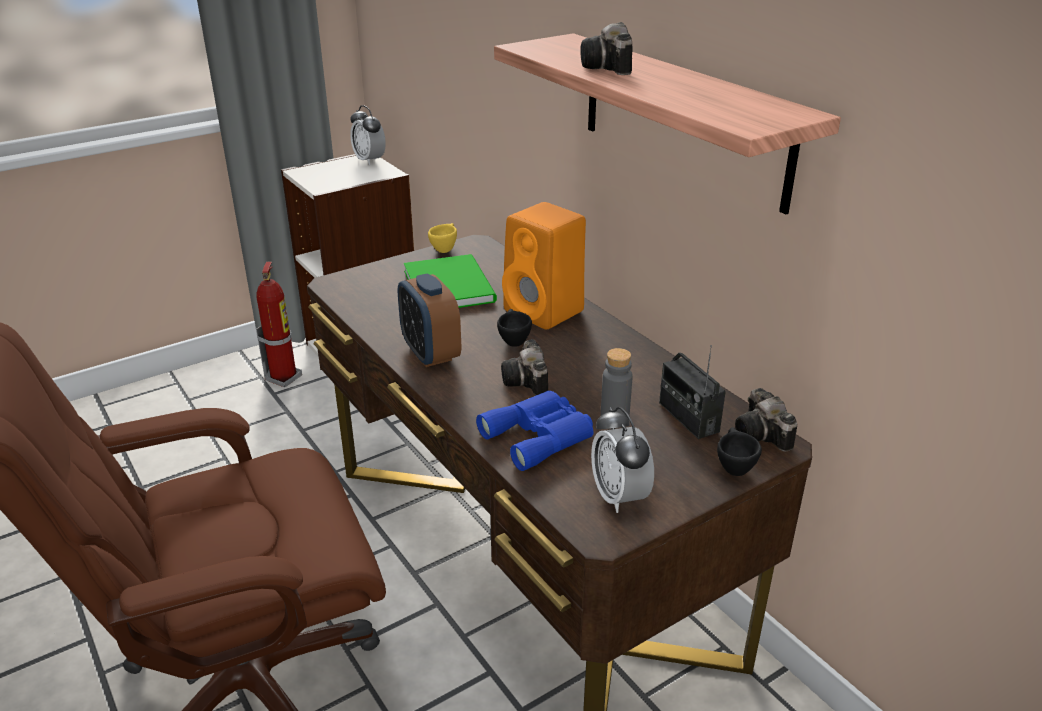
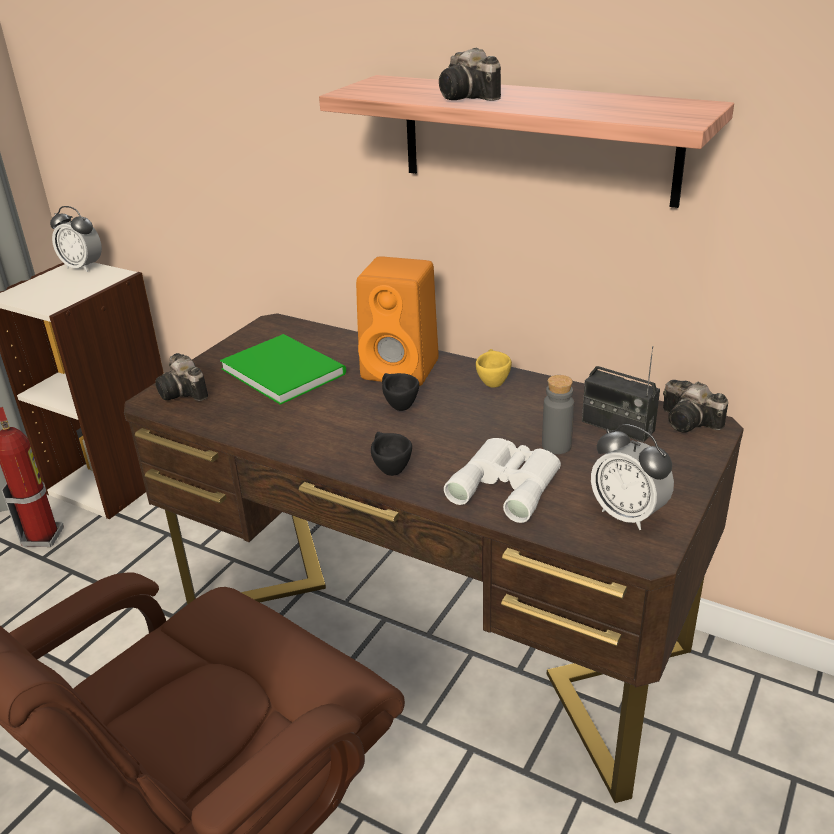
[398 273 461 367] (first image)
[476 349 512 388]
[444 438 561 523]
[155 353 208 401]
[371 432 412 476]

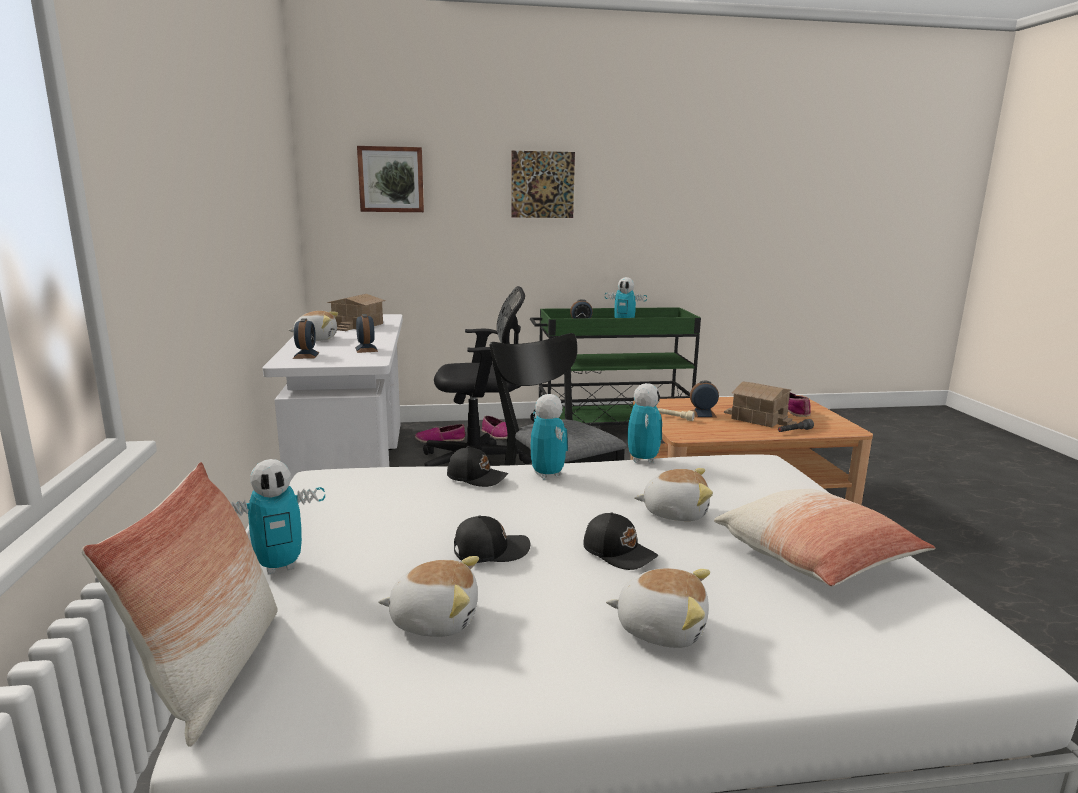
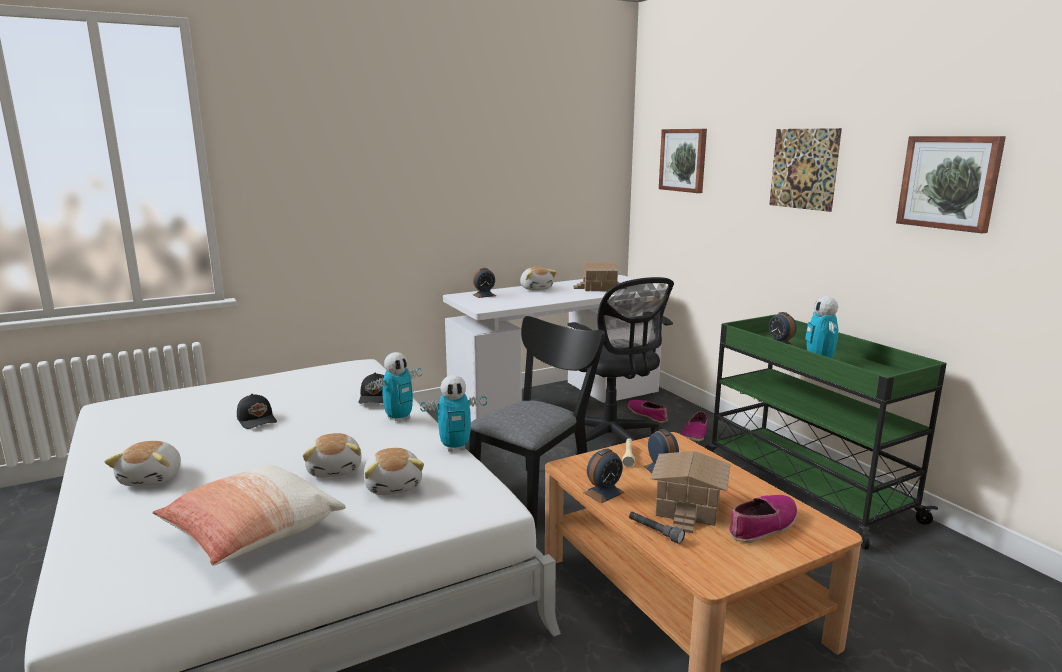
[81 462 278 747] (first image)
[231 459 325 575] (first image)
[583 449 625 503]
[363 448 424 495]
[583 513 658 570] (first image)
[896 136 1006 234]

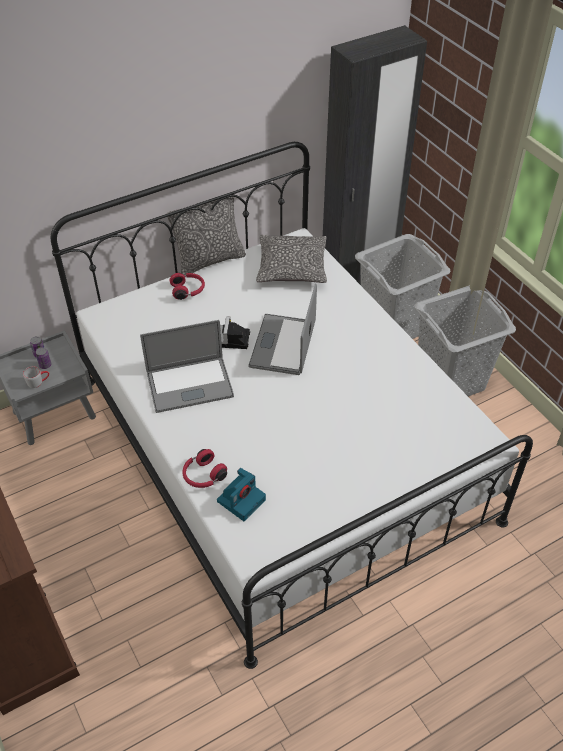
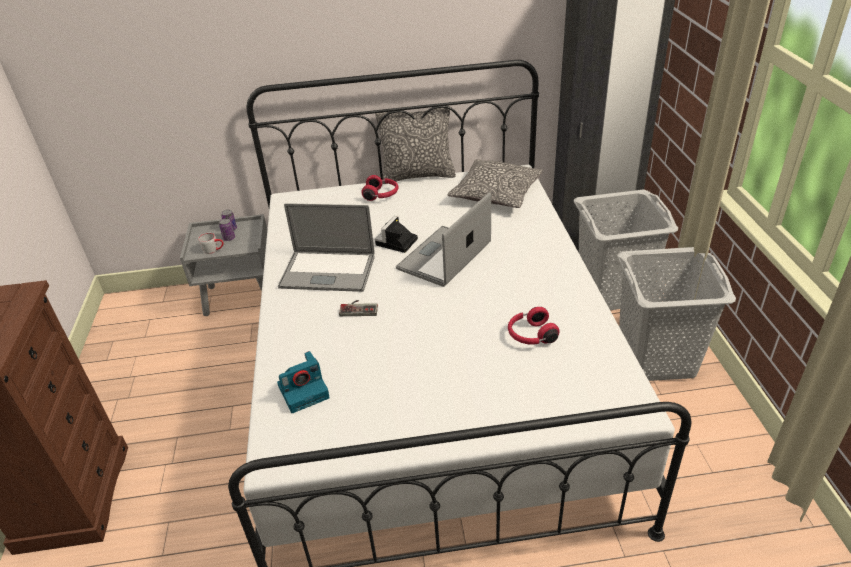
[508 307 560 345]
[339 300 378 316]

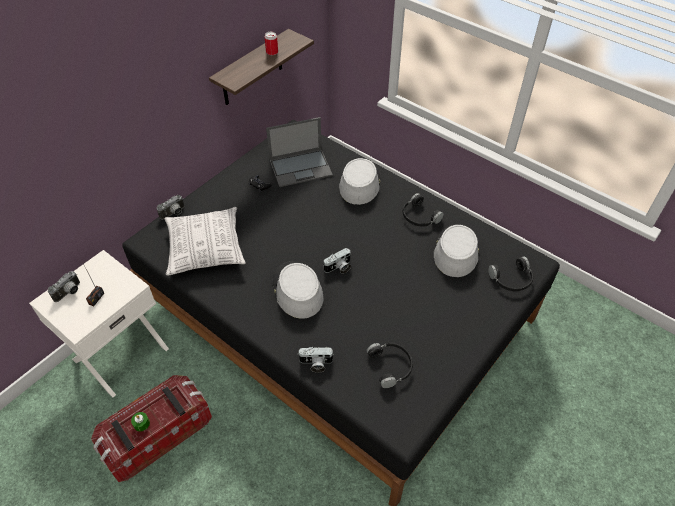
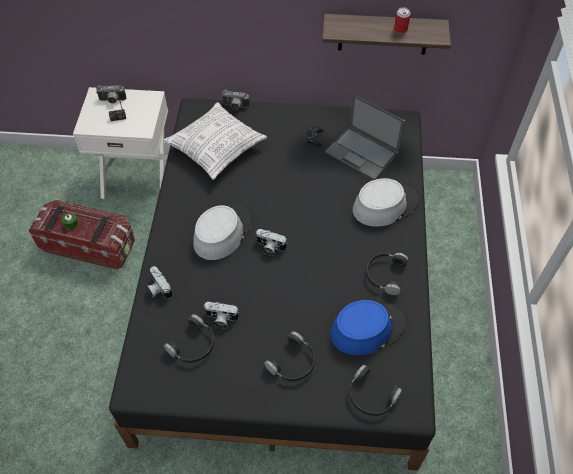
[330 300 405 355]
[204 302 239 329]
[264 331 315 381]

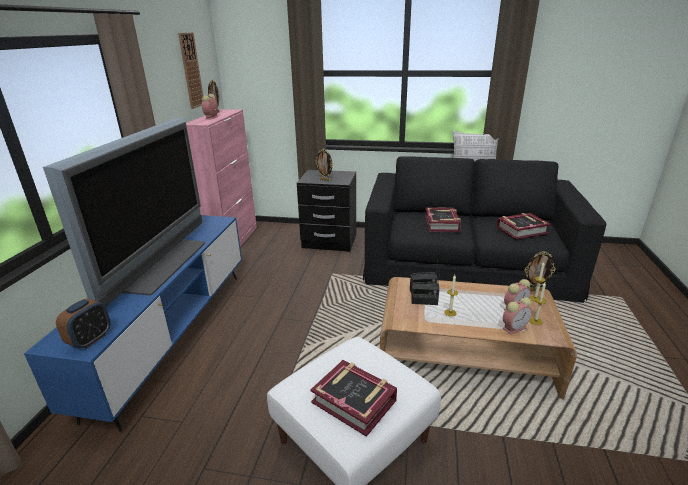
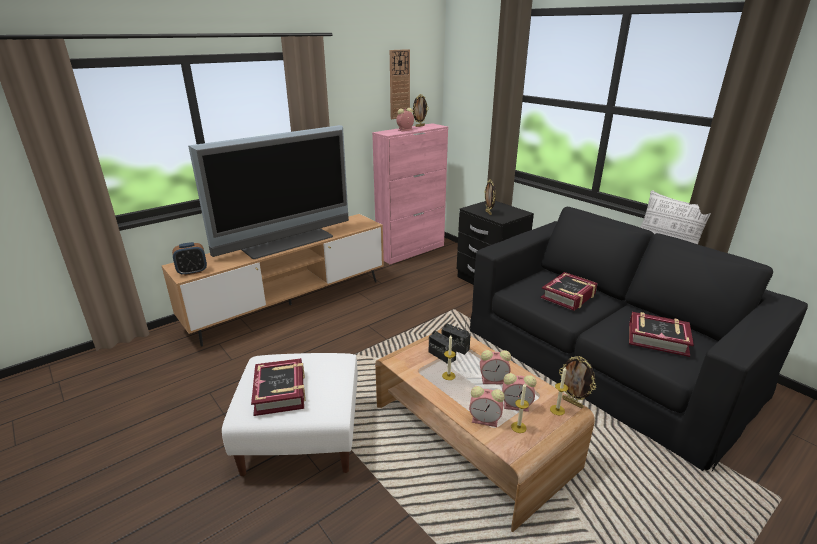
[162 214 384 346]
[480 350 511 384]

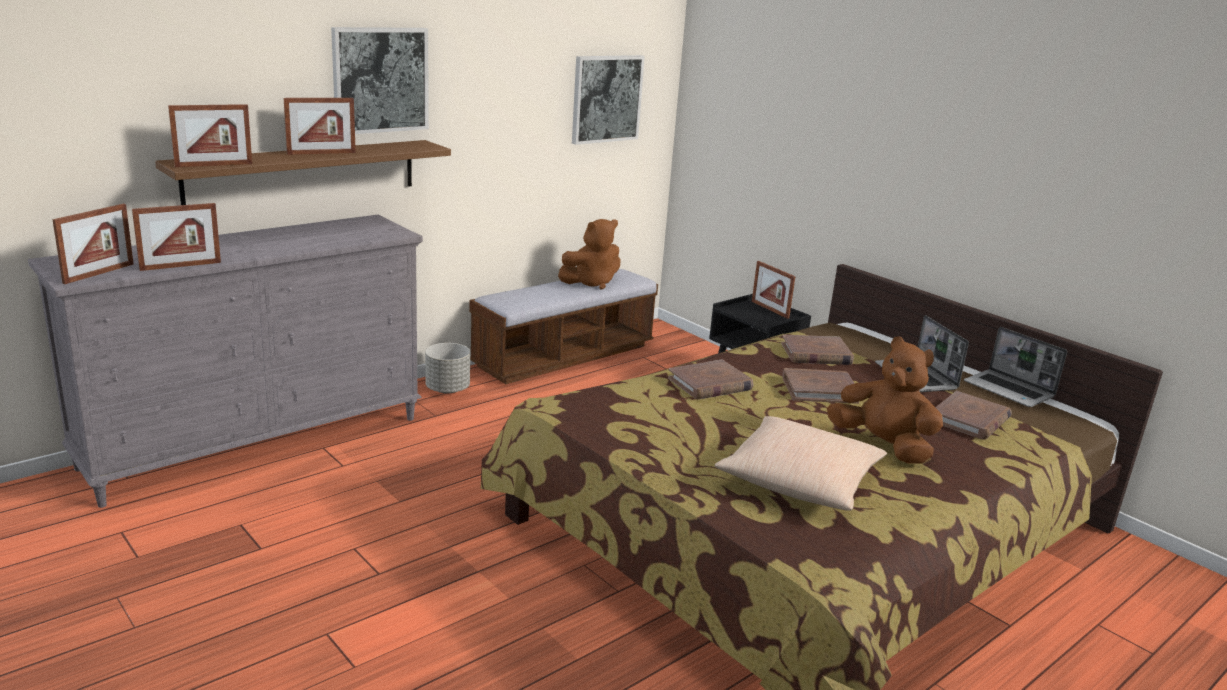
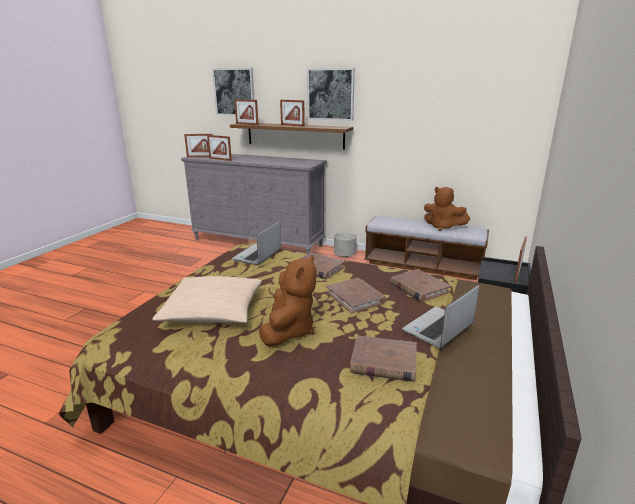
[212 68 255 116]
[232 221 281 265]

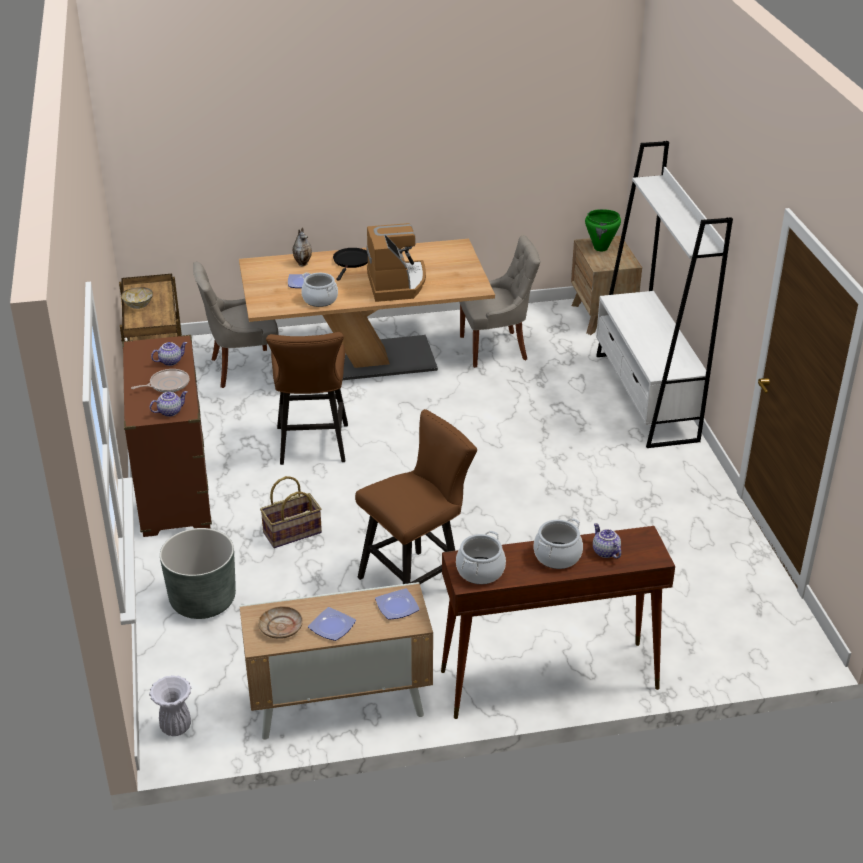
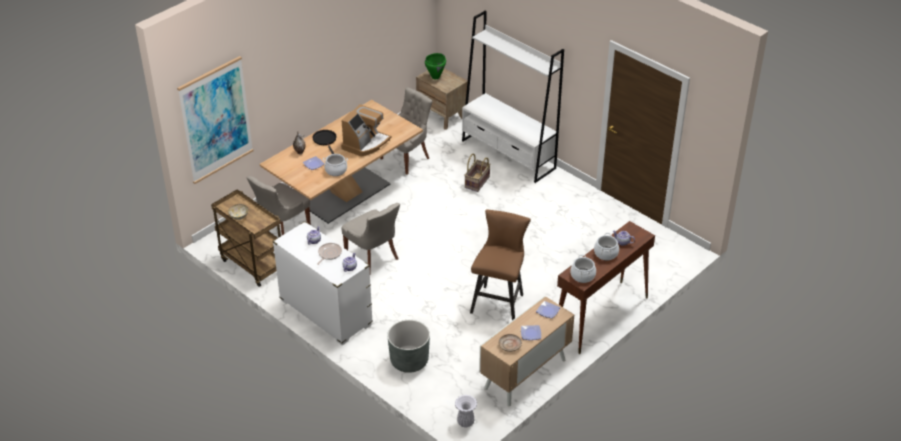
[273 221 373 345]
[464 153 491 192]
[341 203 400 274]
[341 104 392 157]
[177 56 254 184]

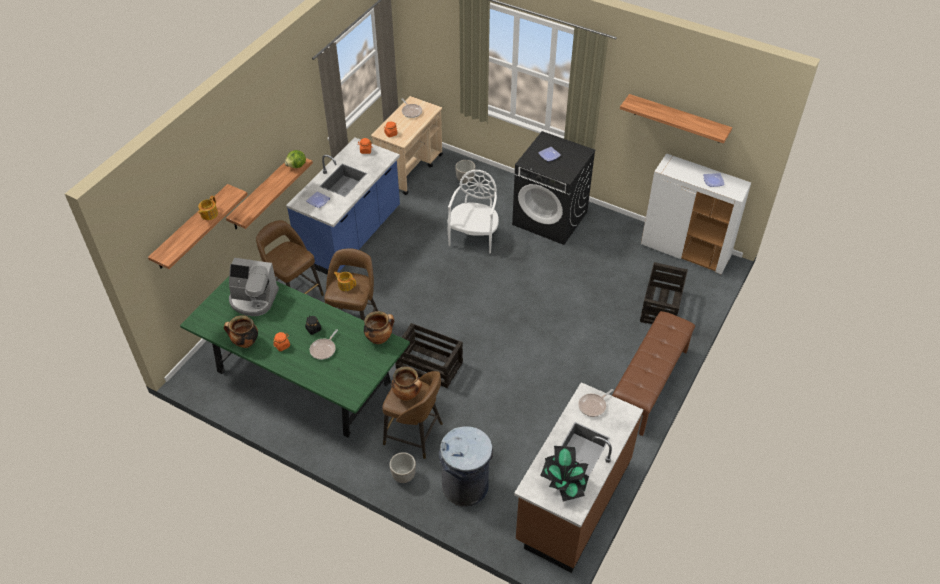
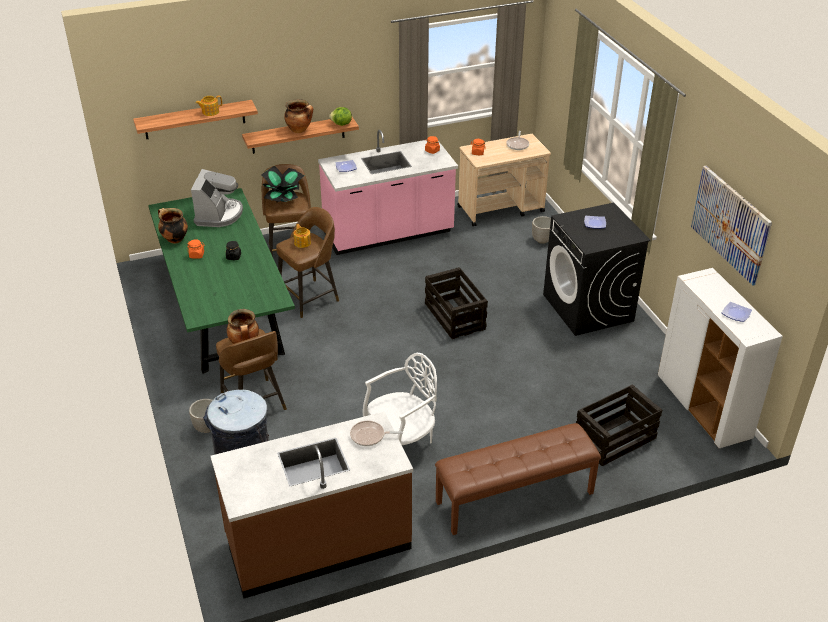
[191 169 243 227]
[318 130 458 255]
[310 329 338 360] (first image)
[284 99 313 133]
[425 267 488 339]
[362 353 437 445]
[261 166 304 202]
[691 166 772 286]

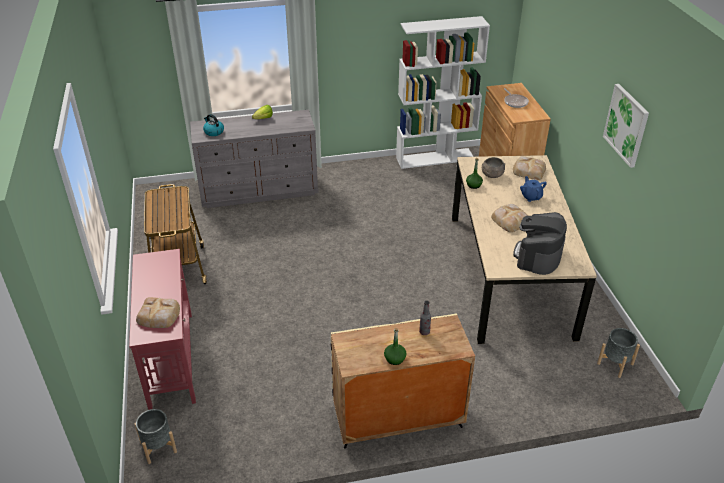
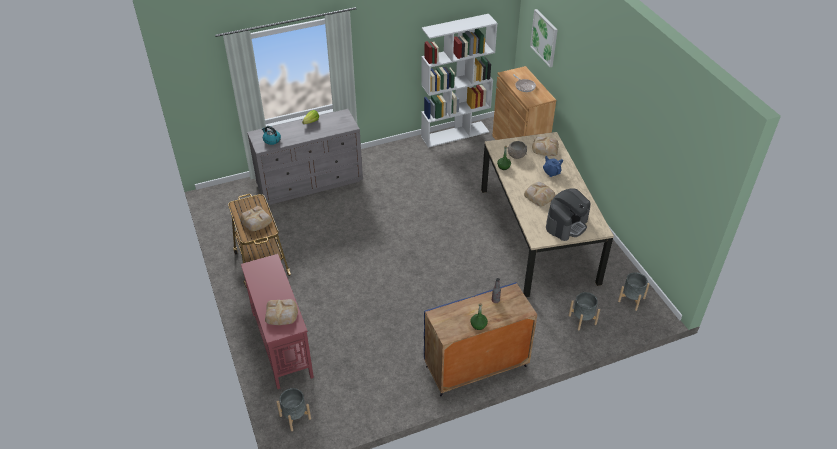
[424 282 537 396]
[546 188 590 241]
[530 9 558 67]
[240 206 272 231]
[569 292 600 330]

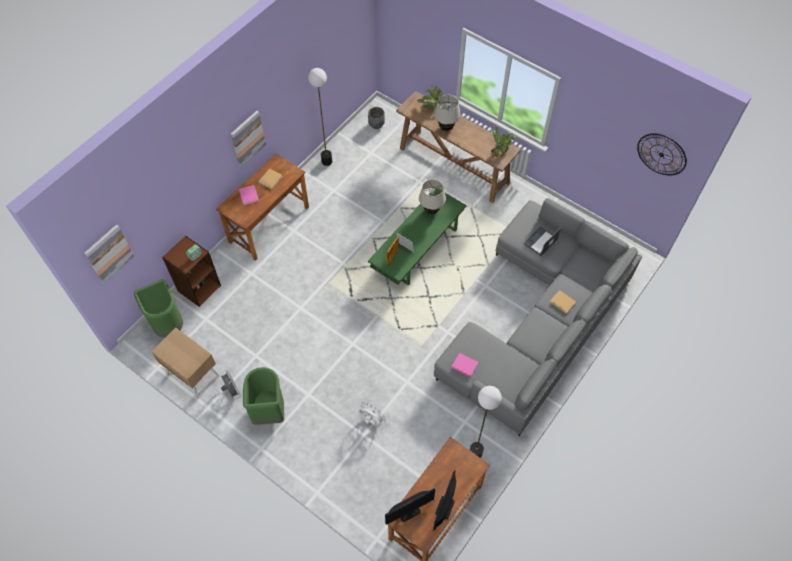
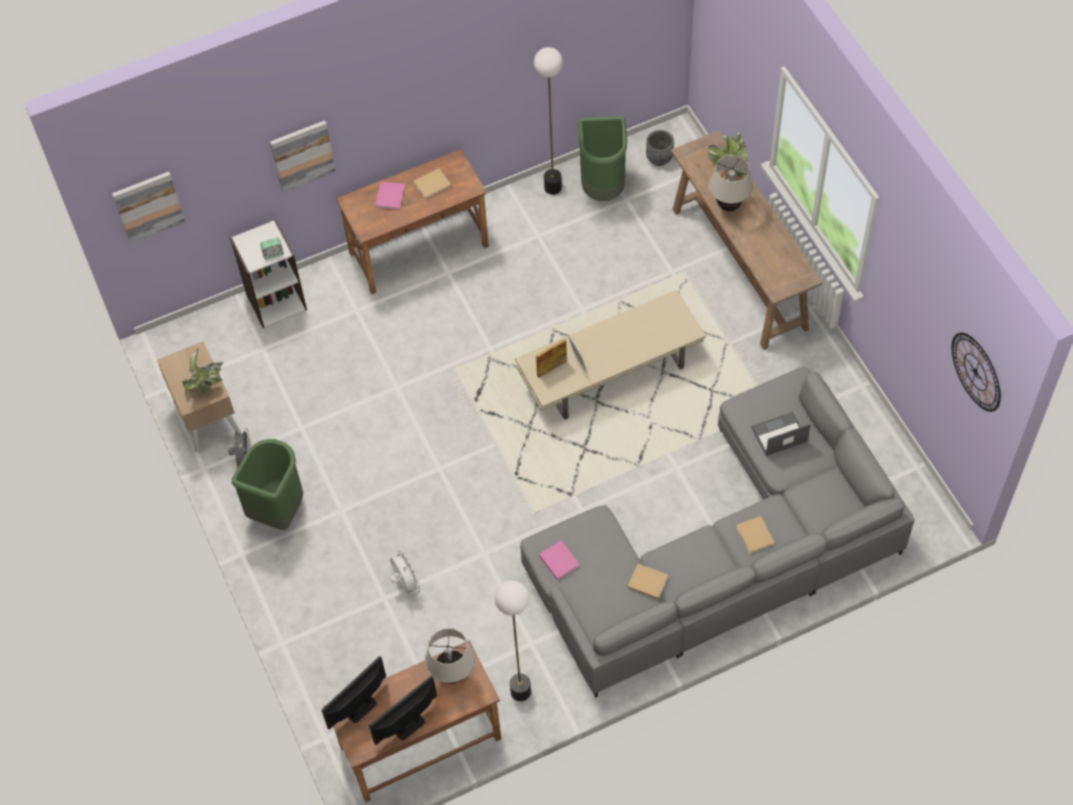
[578 116 627 201]
[230 220 307 328]
[270 120 336 193]
[515 290 706 420]
[322 656 386 730]
[425 628 475 684]
[182 348 223 398]
[628 564 668 599]

